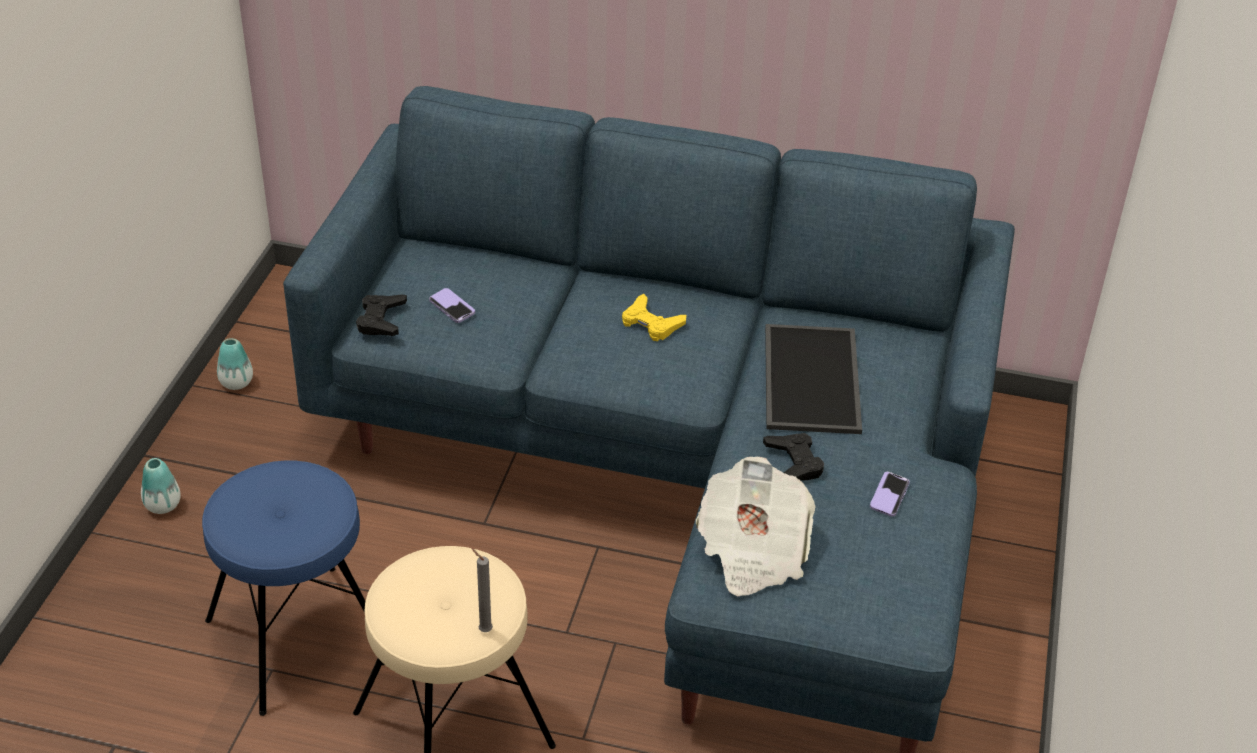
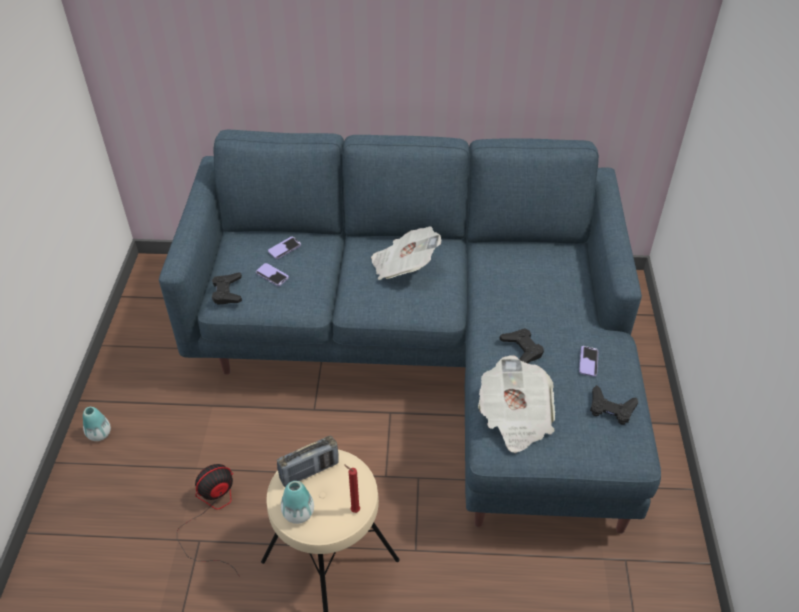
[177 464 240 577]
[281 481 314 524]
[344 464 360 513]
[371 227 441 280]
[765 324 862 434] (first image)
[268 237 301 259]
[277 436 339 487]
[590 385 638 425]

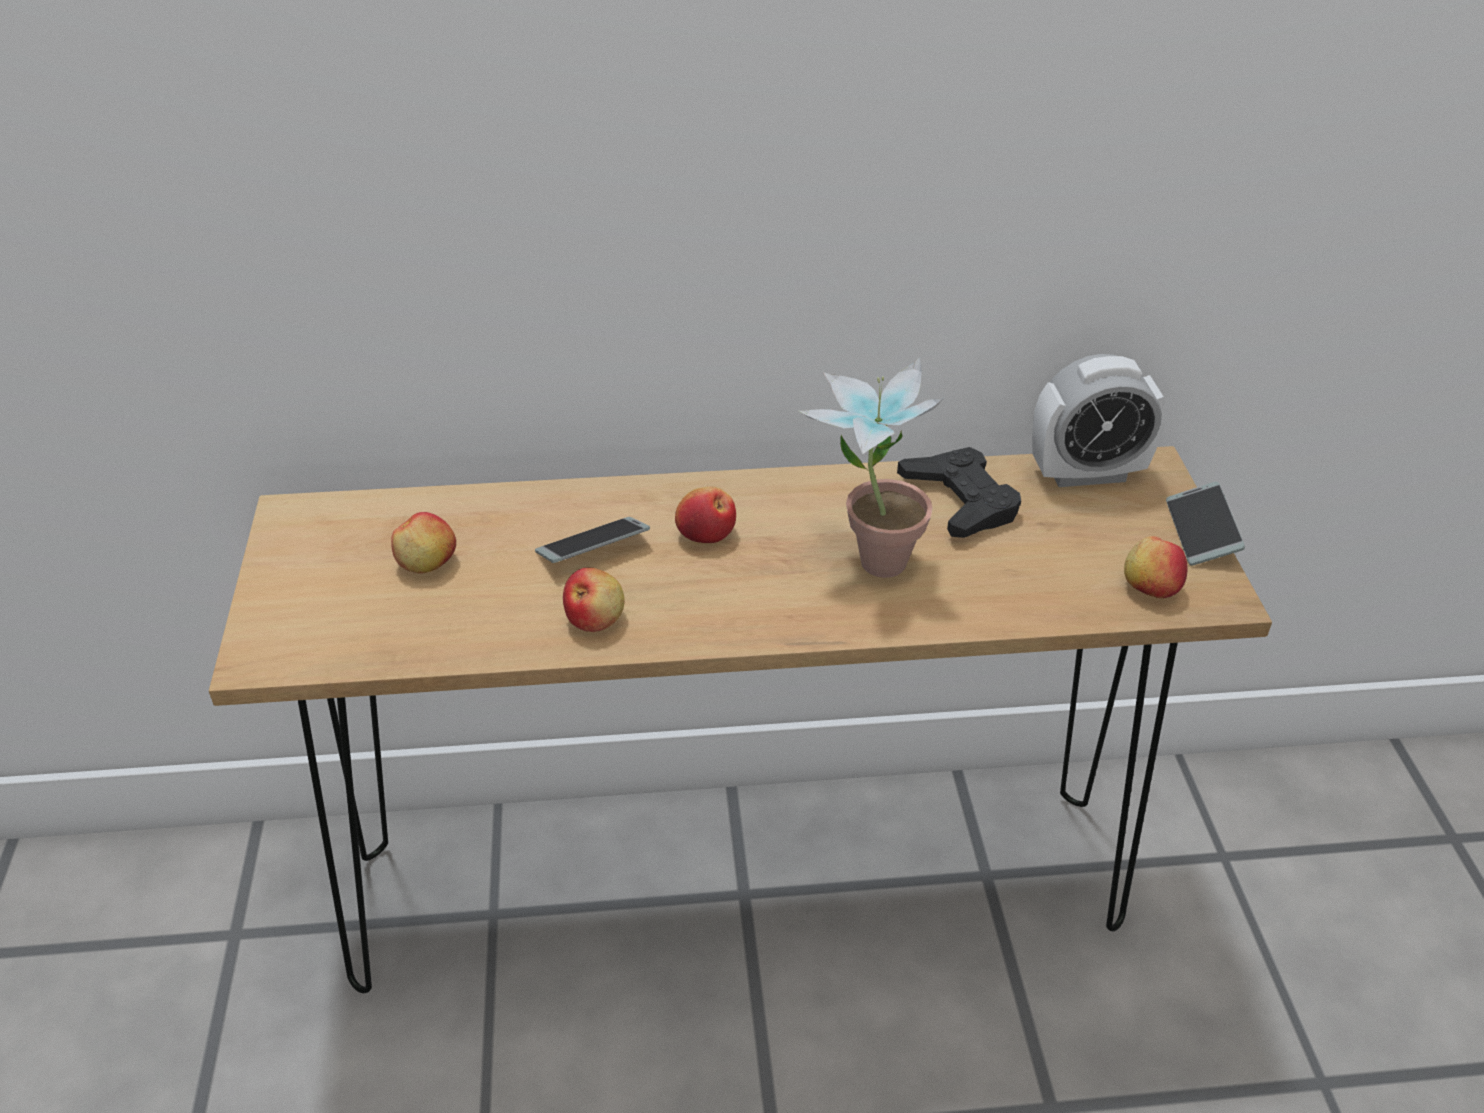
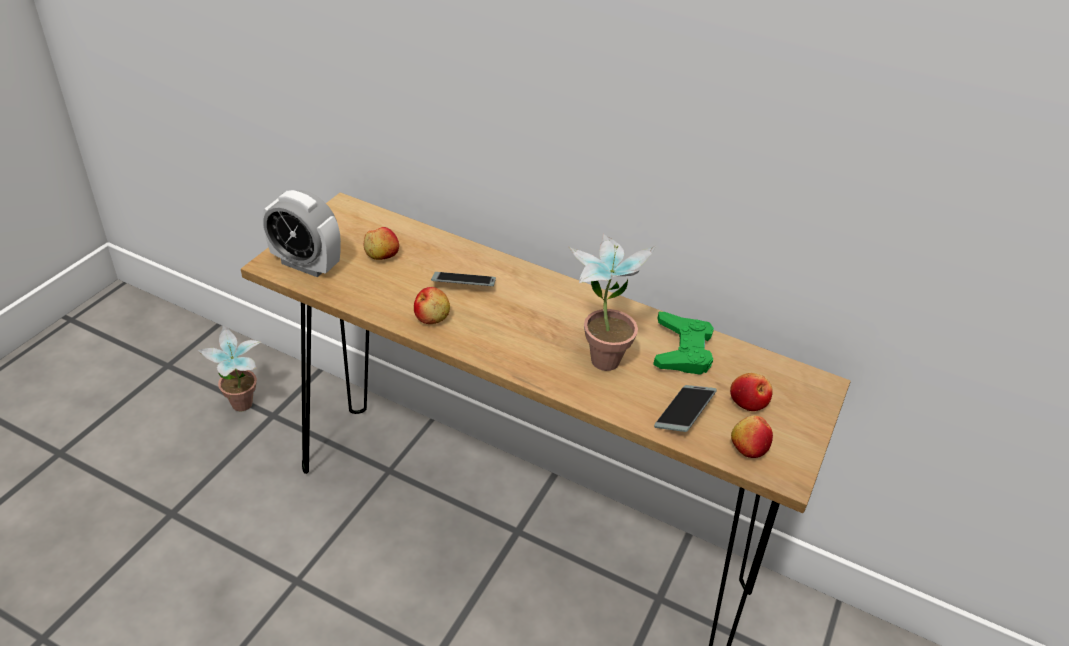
[730 373 773 411]
[653 312 714 375]
[262 190 341 277]
[654 385 717 432]
[197 325 261 411]

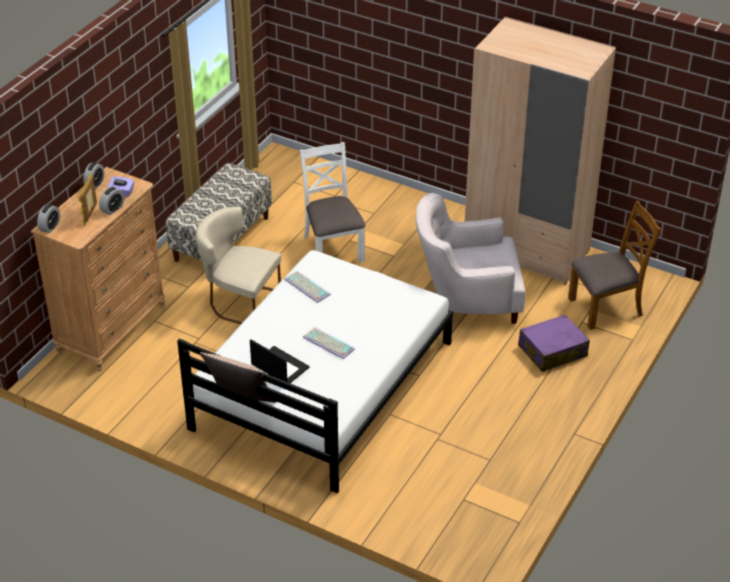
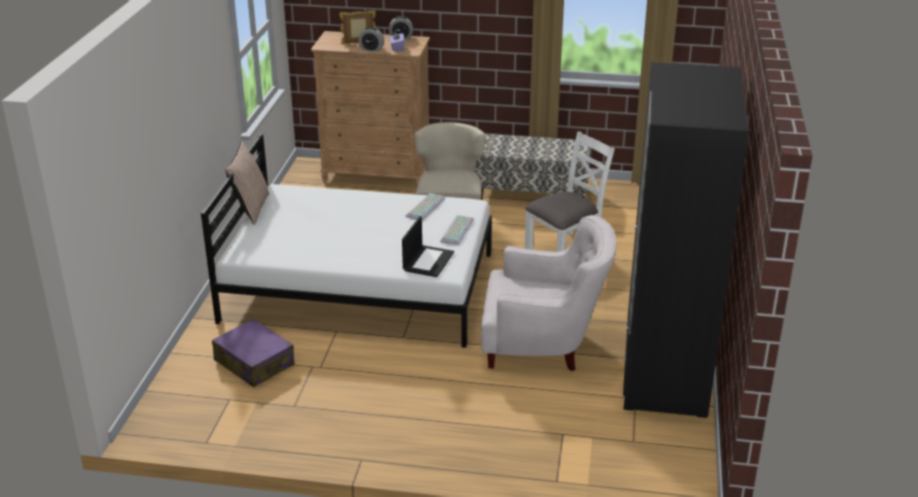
[37 204 60 233] (first image)
[402 216 454 277]
[440 215 474 245]
[481 215 616 371]
[623 61 749 418]
[212 319 294 387]
[568 201 661 330] (first image)

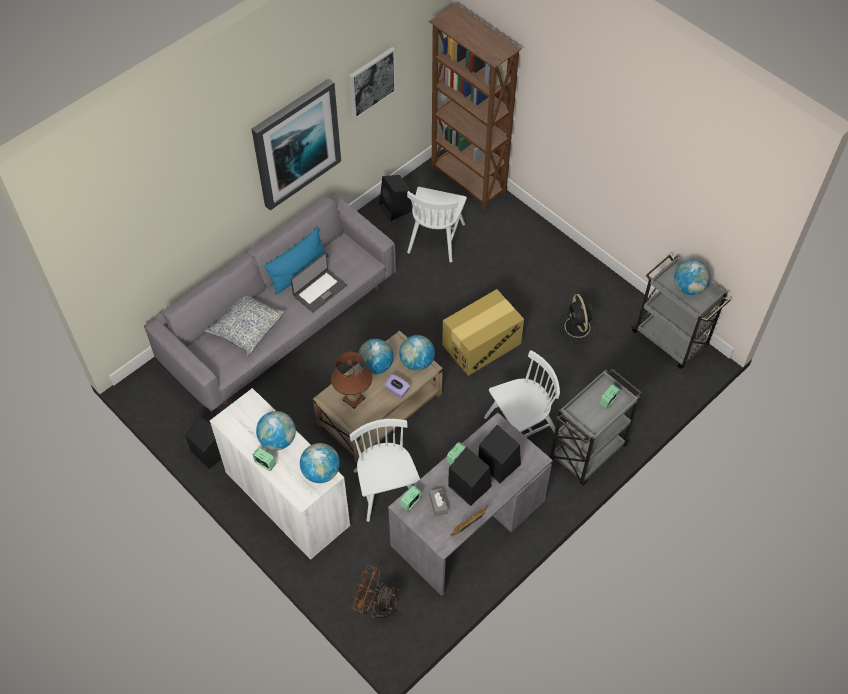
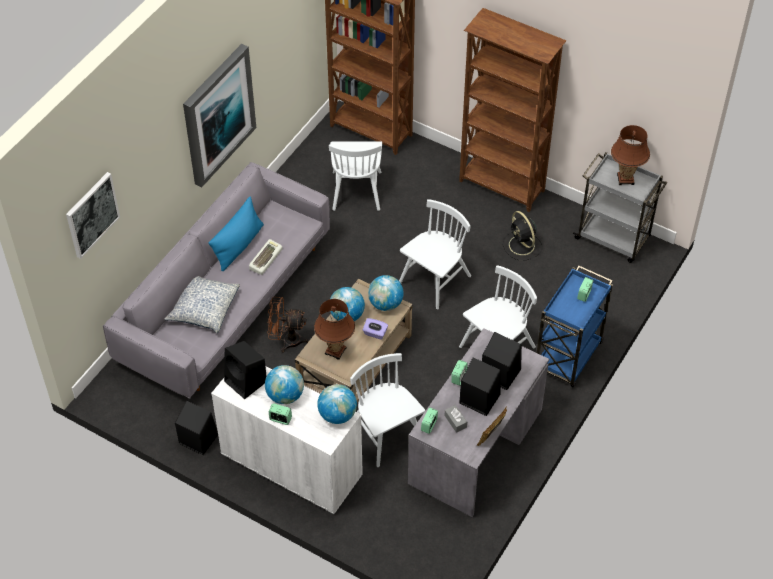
[249 239 283 275]
[66 172 120 259]
[267 297 309 352]
[224 341 267 399]
[399 199 471 309]
[537 265 613 388]
[611 125 650 185]
[459 8 566 212]

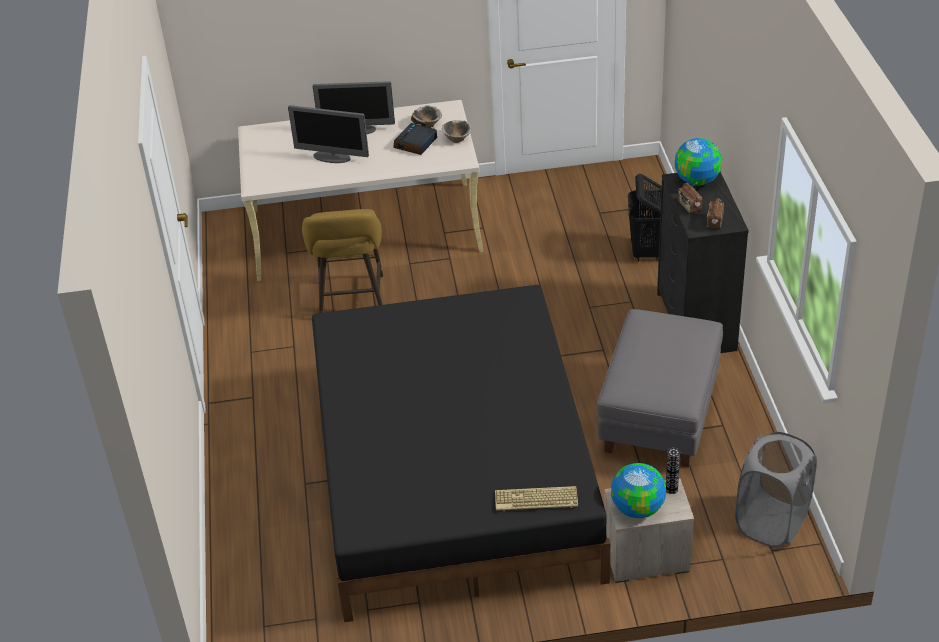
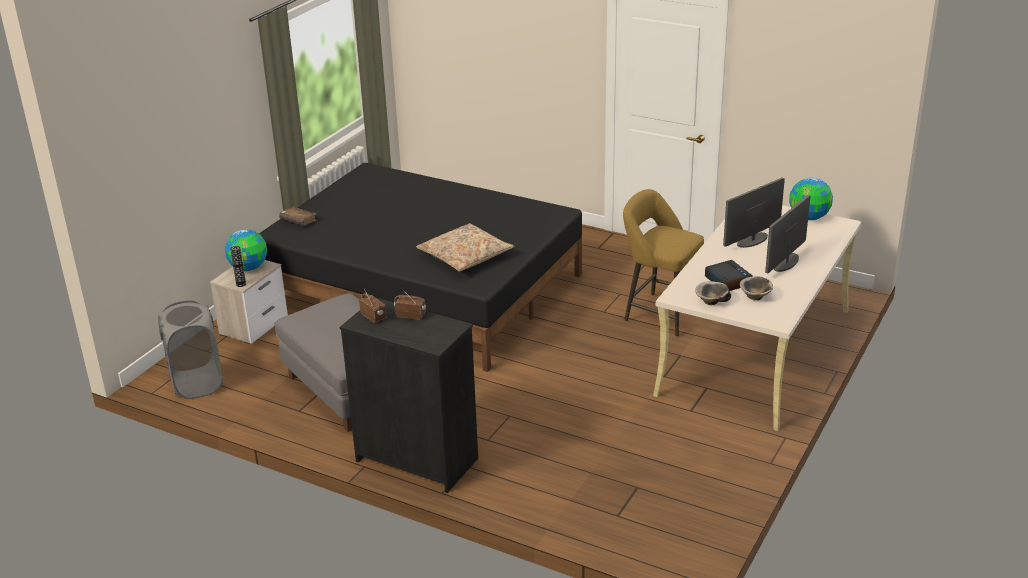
[279 206 317 226]
[628 174 662 262] (first image)
[789 178 833 220]
[416 223 514 271]

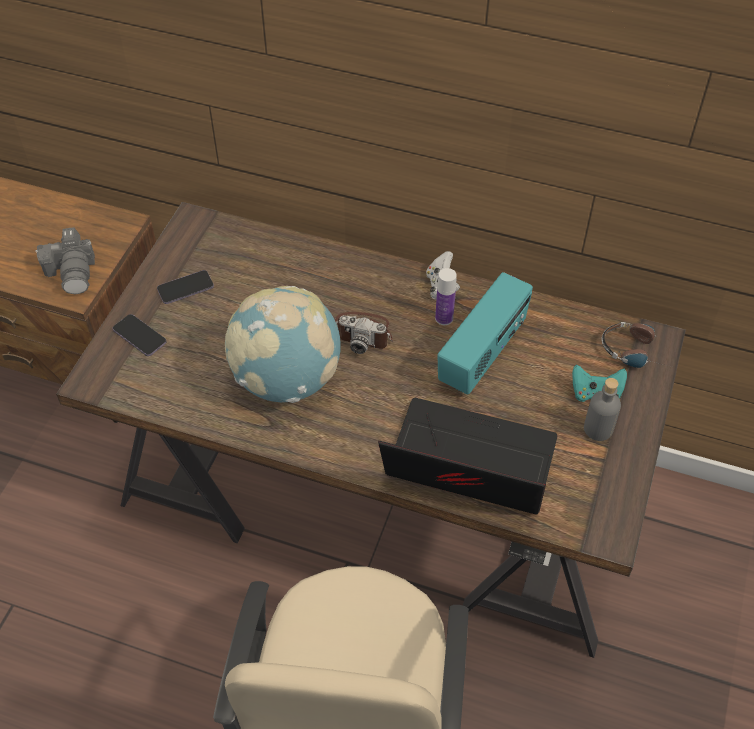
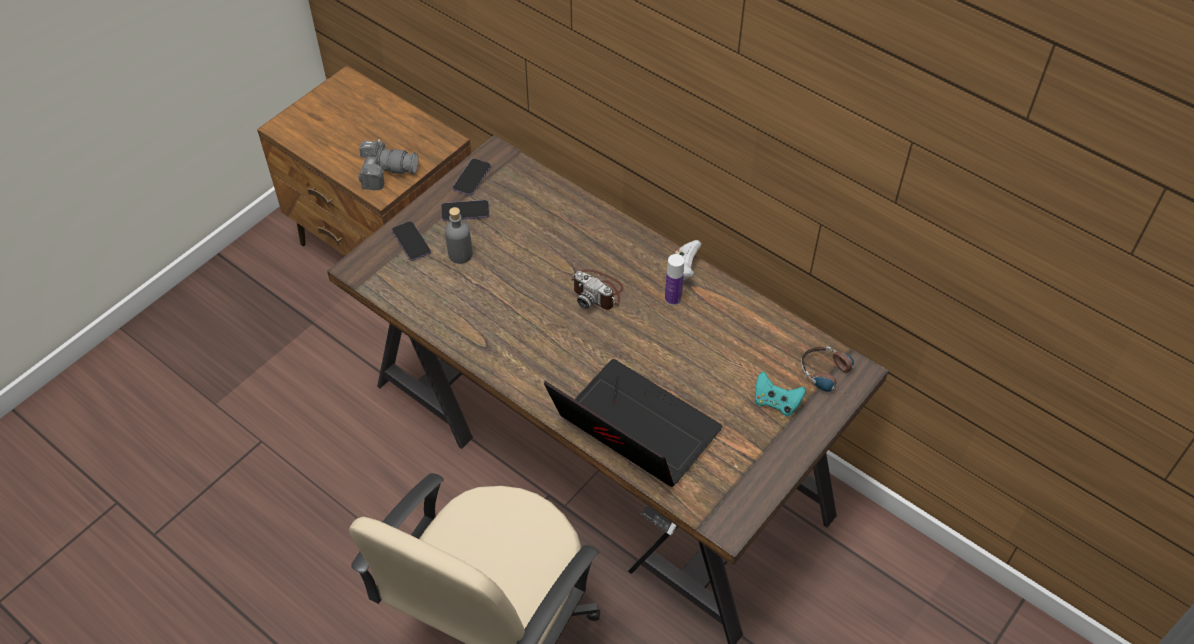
[358 139 419 190]
[225 286 341 403] (first image)
[438 272 533 394] (first image)
[445 207 473 264]
[453 159 491 195]

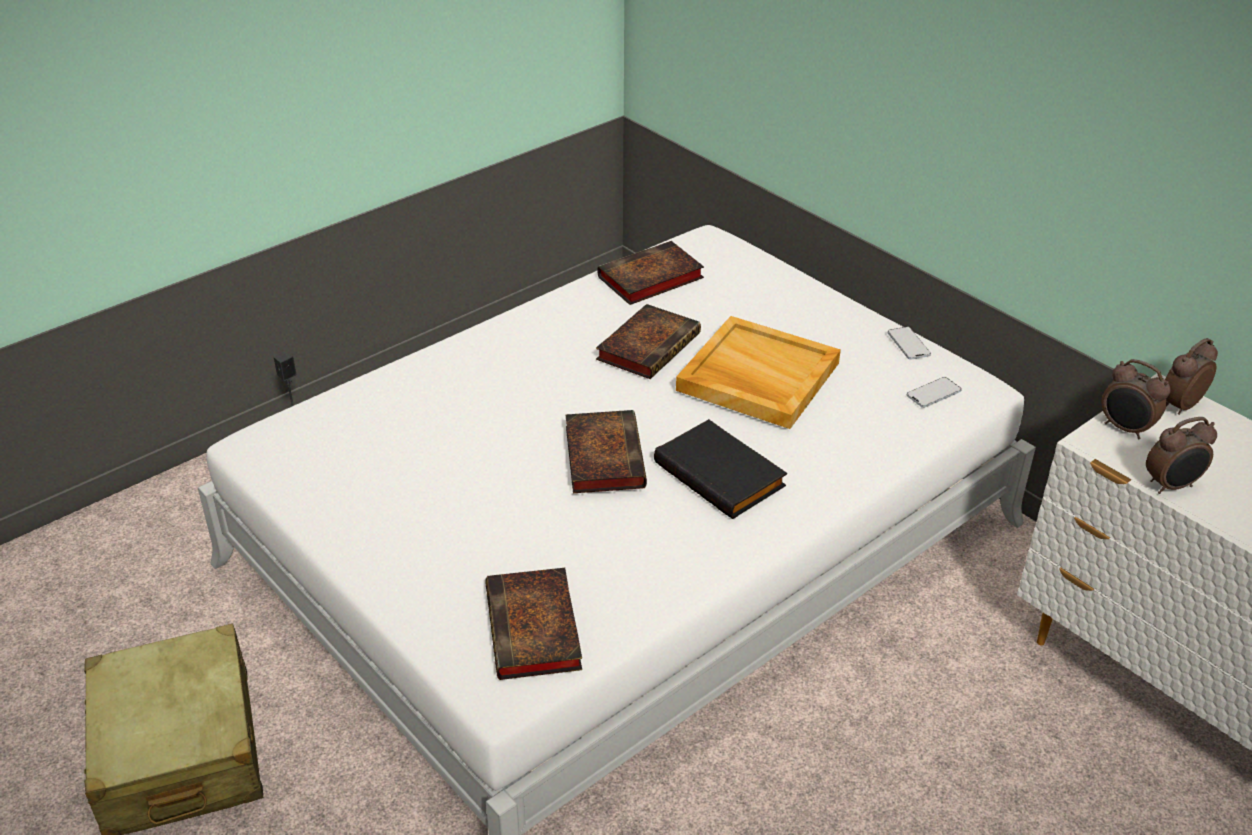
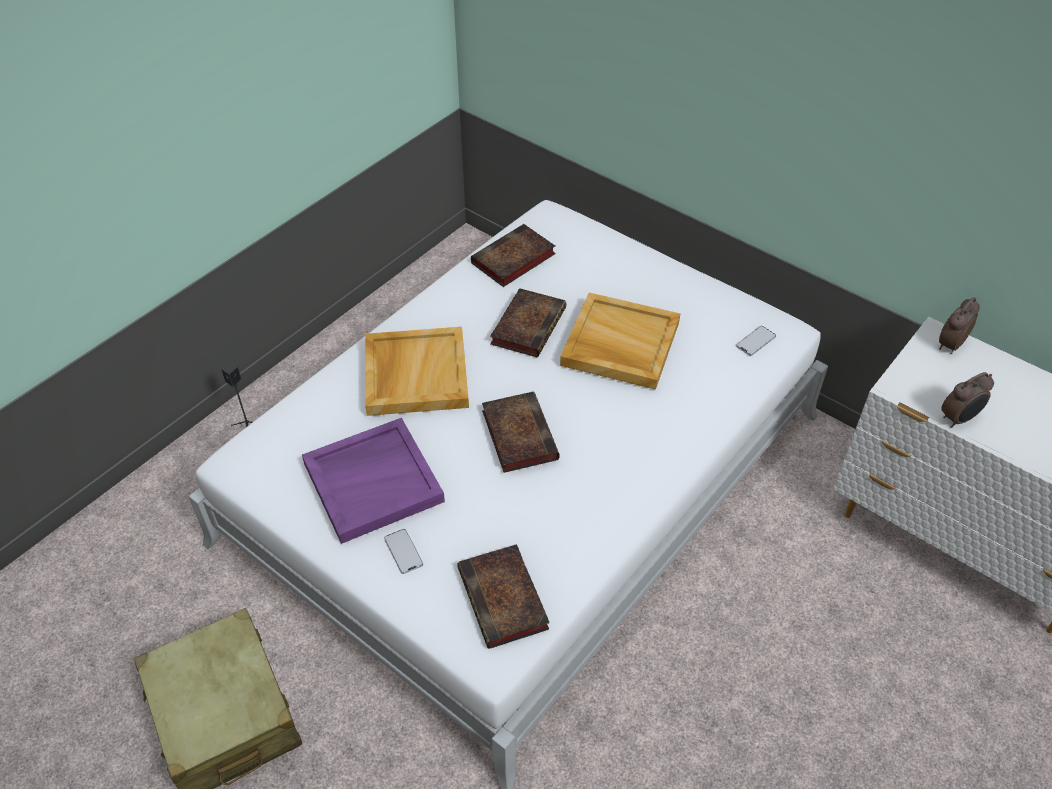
[654 419 787 519] (first image)
[384 529 423 574]
[1101 359 1171 439] (first image)
[302 418 445 544]
[365 327 469 416]

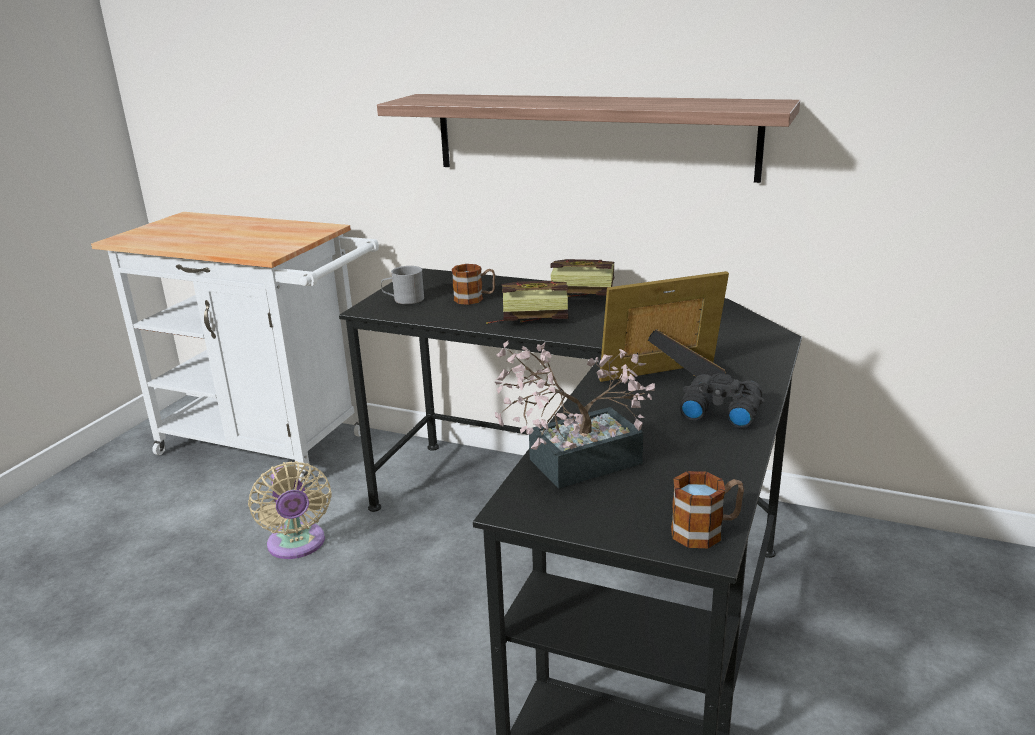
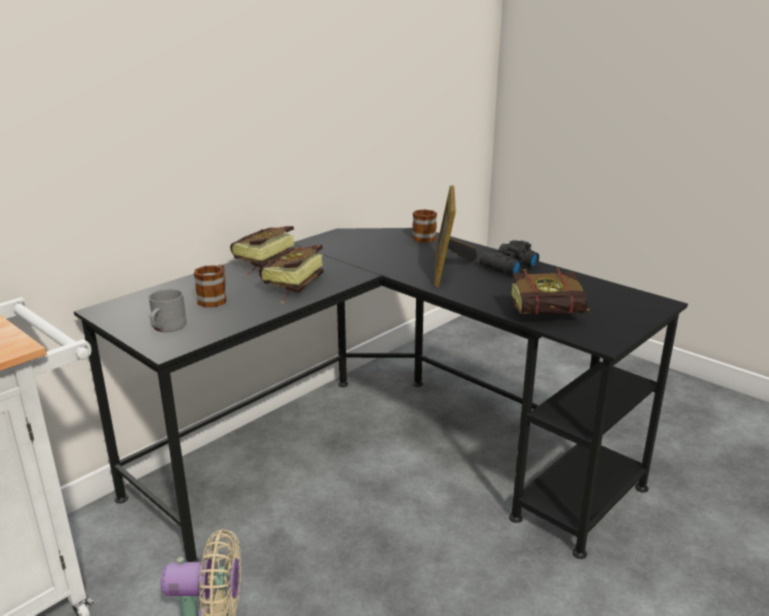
[377 94 800 183] (first image)
[510 268 590 314]
[412 209 437 243]

